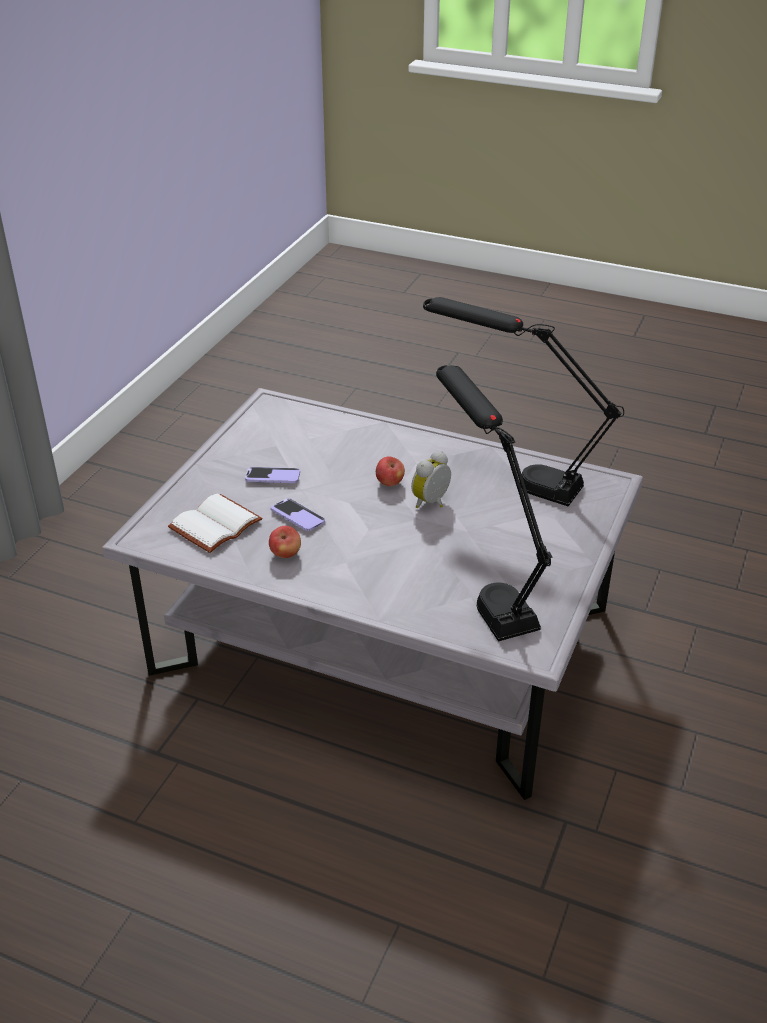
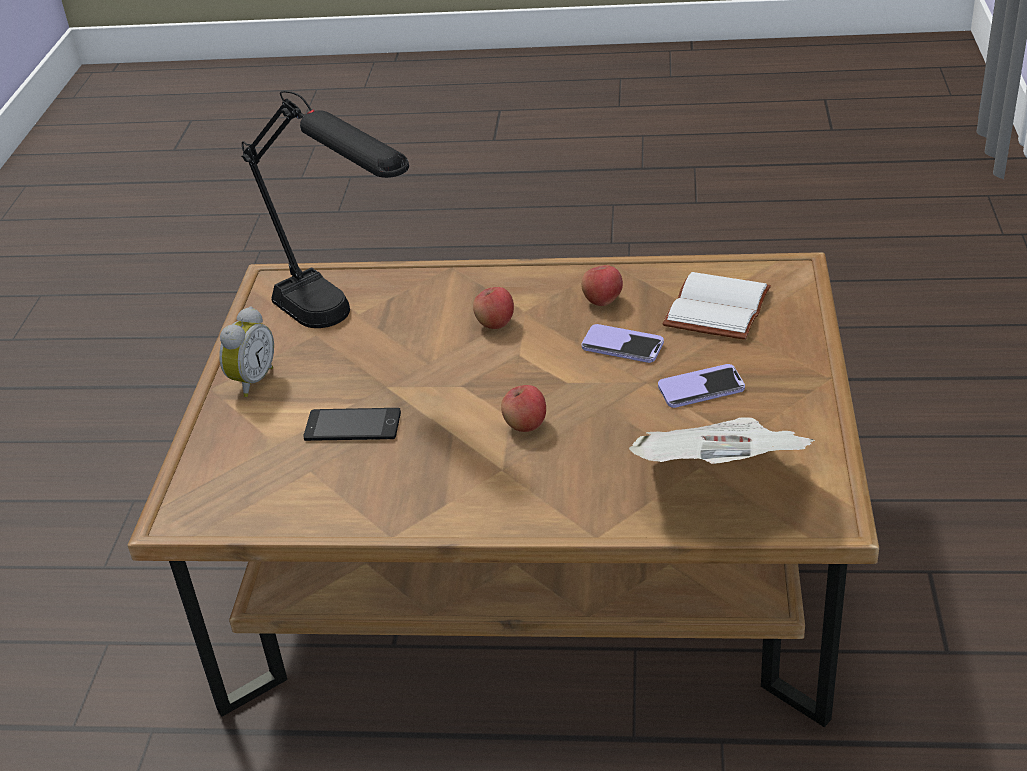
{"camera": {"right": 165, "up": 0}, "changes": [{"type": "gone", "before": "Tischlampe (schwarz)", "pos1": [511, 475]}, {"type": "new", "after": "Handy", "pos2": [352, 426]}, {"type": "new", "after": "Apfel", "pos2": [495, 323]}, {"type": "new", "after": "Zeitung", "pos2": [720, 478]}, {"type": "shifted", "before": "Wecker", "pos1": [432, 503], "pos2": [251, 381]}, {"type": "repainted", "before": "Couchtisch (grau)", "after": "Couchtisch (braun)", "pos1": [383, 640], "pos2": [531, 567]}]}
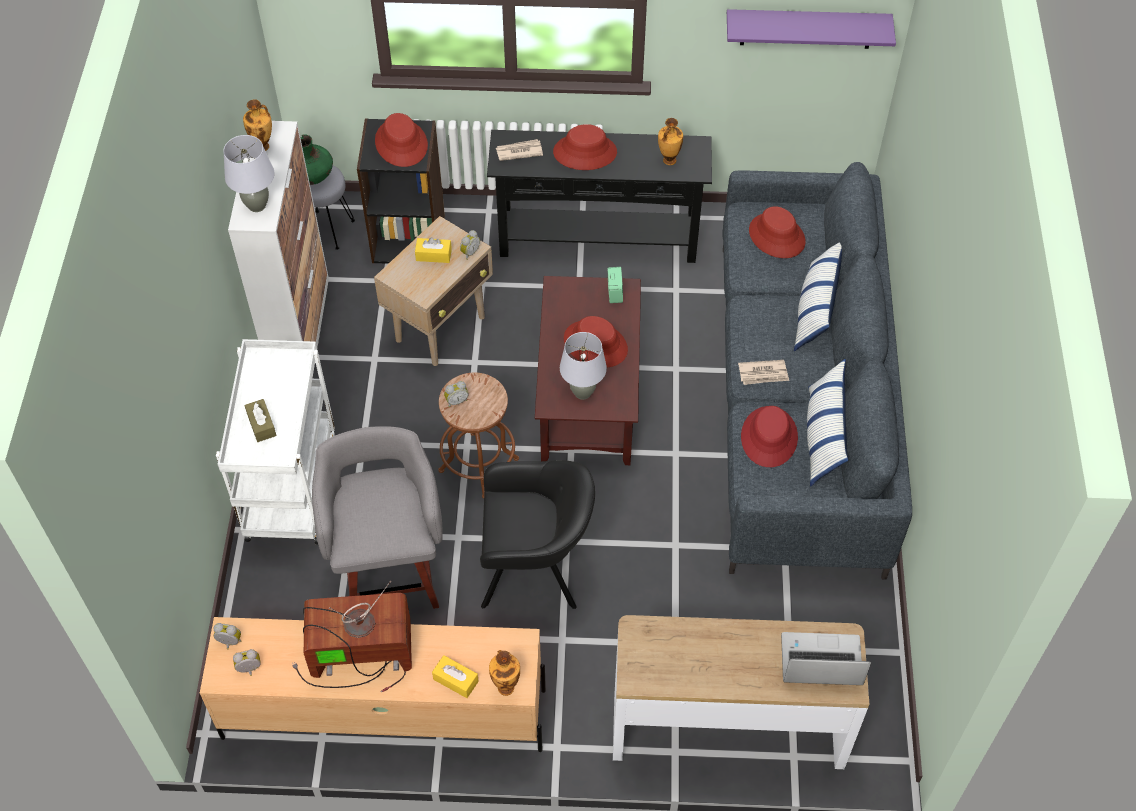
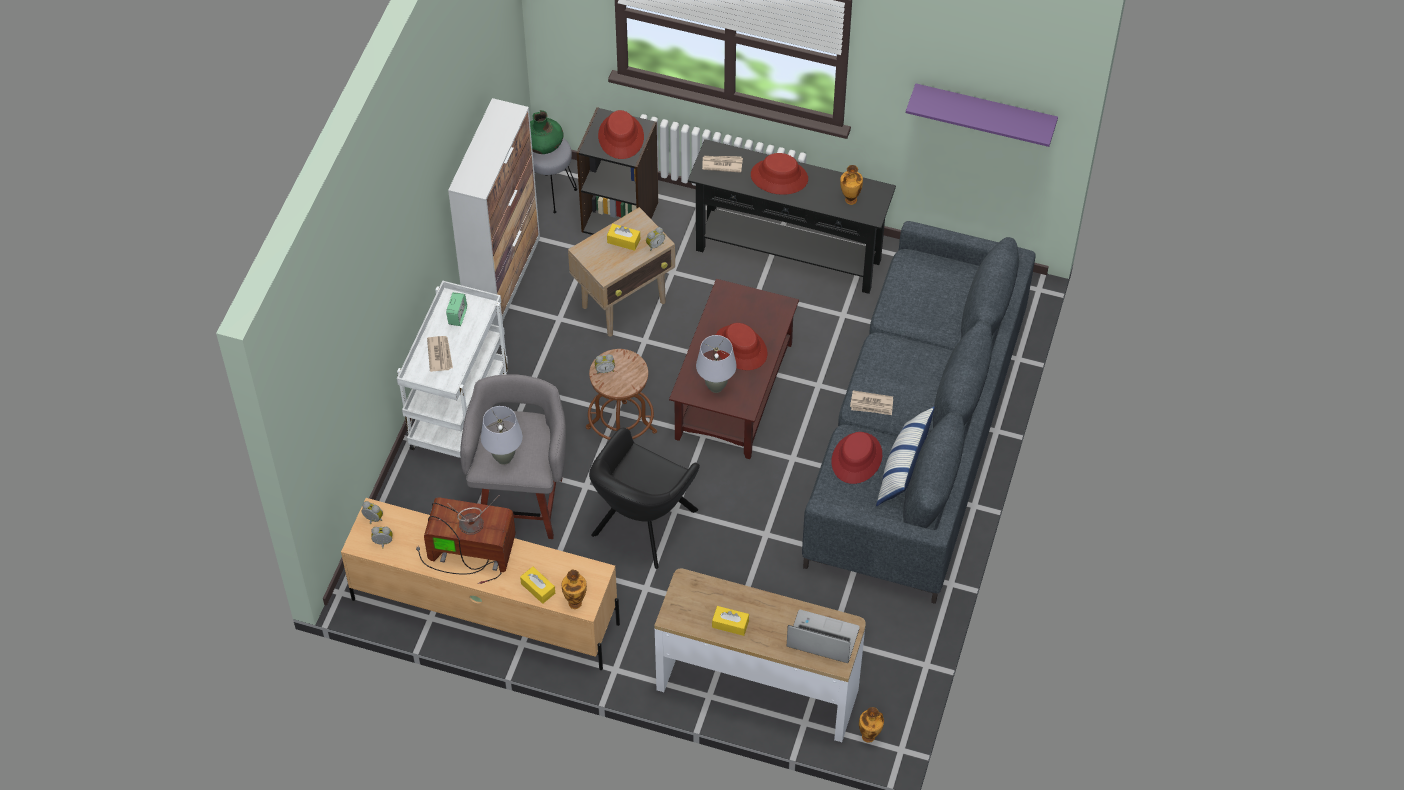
{"camera": {"right": 15, "up": 0}, "changes": [{"type": "gone", "before": "Hut (rot)", "pos1": [776, 236]}, {"type": "gone", "before": "Kissen", "pos1": [815, 309]}, {"type": "new", "after": "Taschentuchbox (gelb)", "pos2": [730, 624]}, {"type": "shifted", "before": "Tischlampe (grau)", "pos1": [257, 206], "pos2": [504, 458]}, {"type": "shifted", "before": "Vase", "pos1": [263, 146], "pos2": [869, 737]}, {"type": "shifted", "before": "Wecker", "pos1": [614, 293], "pos2": [457, 316]}, {"type": "swapped", "before": "Taschentuchbox (braun)", "after": "Zeitung", "pos1": [261, 425], "pos2": [440, 354]}, {"type": "rotated", "before": "Sessel (schwarz)", "pos1": [535, 568], "pos2": [642, 526], "turn": 105}]}
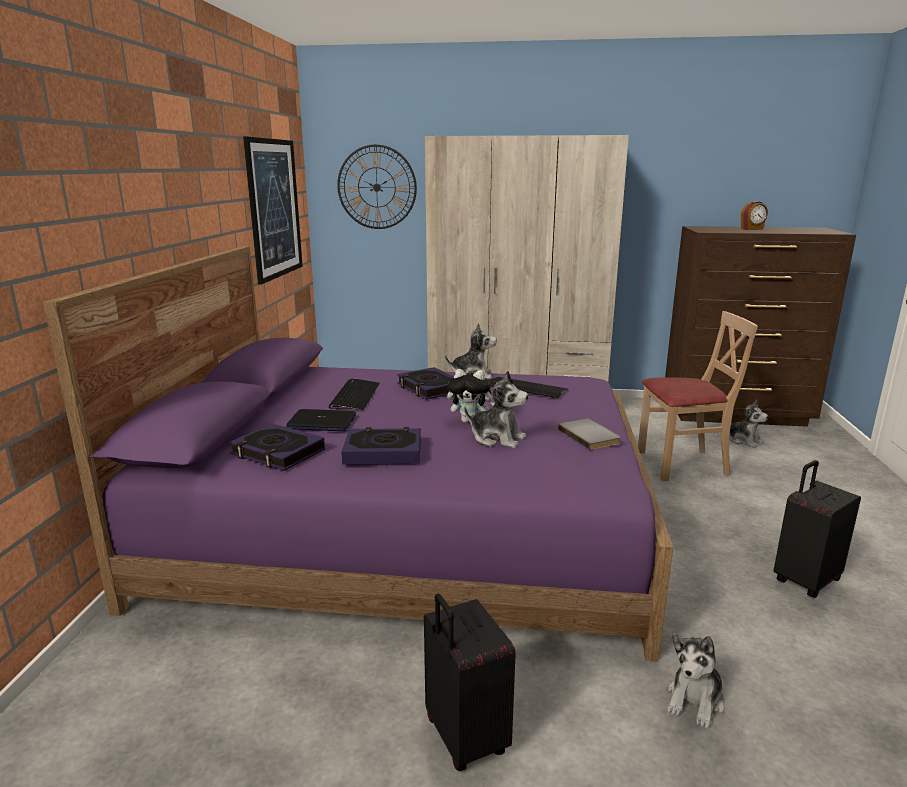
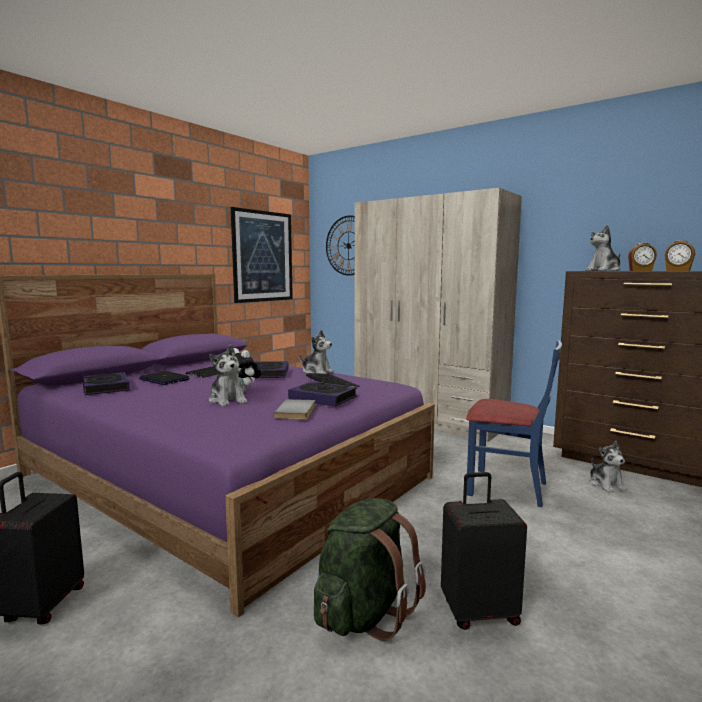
{"camera": {"right": 30, "up": -10}, "changes": [{"type": "new", "after": "Rucksack (grün)", "pos2": [364, 613]}, {"type": "new", "after": "Wecker", "pos2": [678, 270]}, {"type": "shifted", "before": "Buch", "pos1": [383, 452], "pos2": [323, 398]}, {"type": "shifted", "before": "Plüschtier", "pos1": [695, 700], "pos2": [604, 270]}, {"type": "repainted", "before": "Stuhl (beige)", "after": "Stuhl (blau)", "pos1": [682, 464], "pos2": [507, 488]}]}
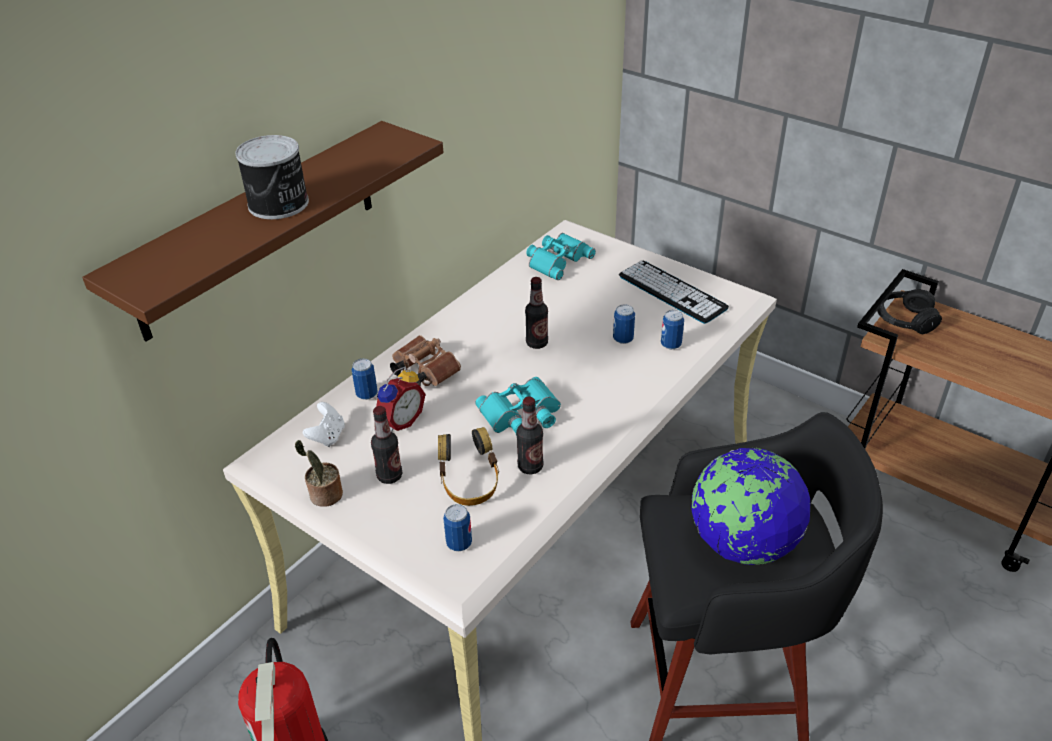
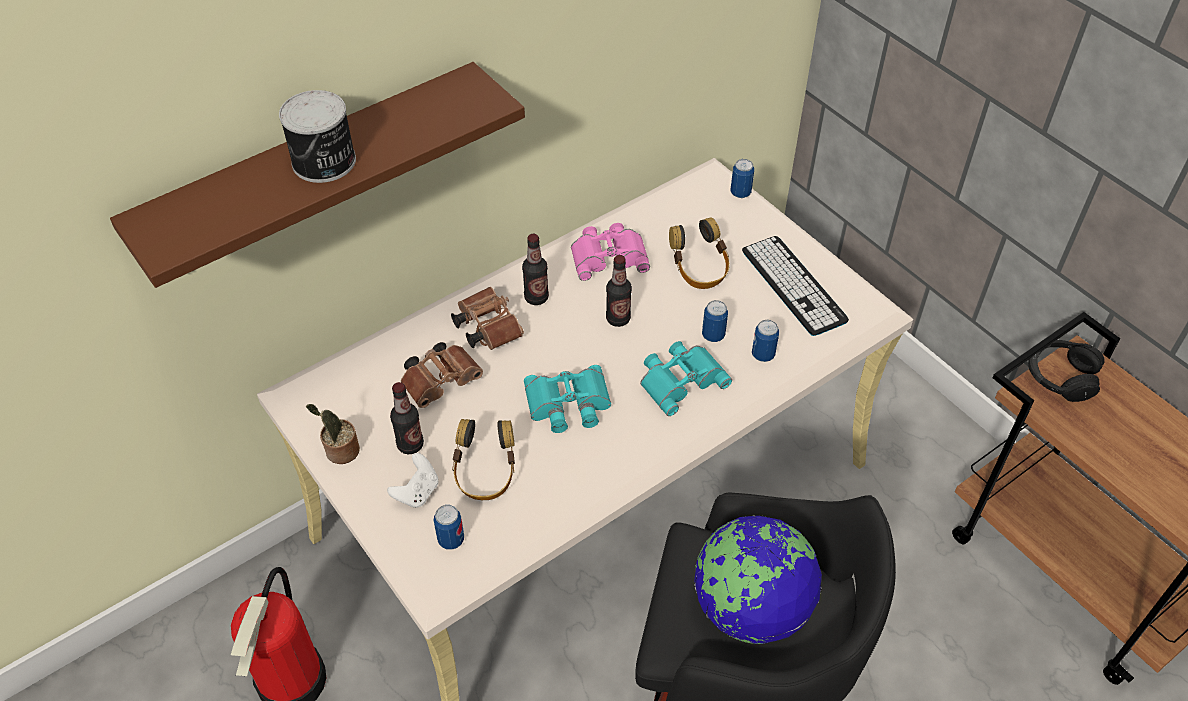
{"camera": {"right": 15, "up": 10}, "changes": [{"type": "new", "after": "Fernglas (rosa)", "pos2": [608, 255]}, {"type": "new", "after": "Kopfhörer", "pos2": [699, 270]}, {"type": "shifted", "before": "Gamepad (weiß)", "pos1": [327, 436], "pos2": [417, 492]}, {"type": "shifted", "before": "Dose", "pos1": [367, 394], "pos2": [740, 193]}, {"type": "shifted", "before": "Flasche", "pos1": [530, 467], "pos2": [536, 298]}, {"type": "shifted", "before": "Fernglas (türkis)", "pos1": [556, 260], "pos2": [680, 379]}, {"type": "swapped", "before": "Wecker", "after": "Fernglas (braun)", "pos1": [400, 420], "pos2": [443, 381]}]}
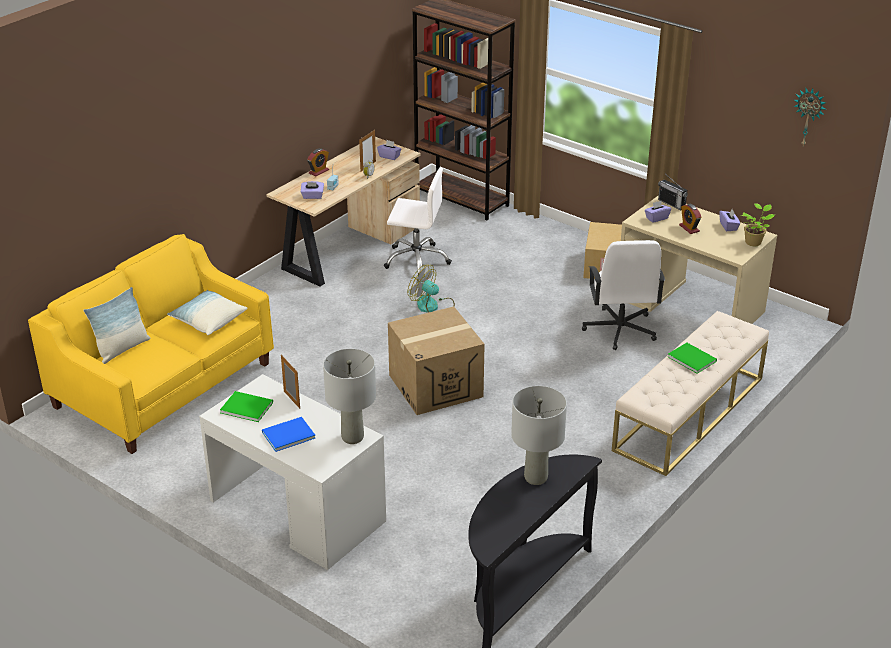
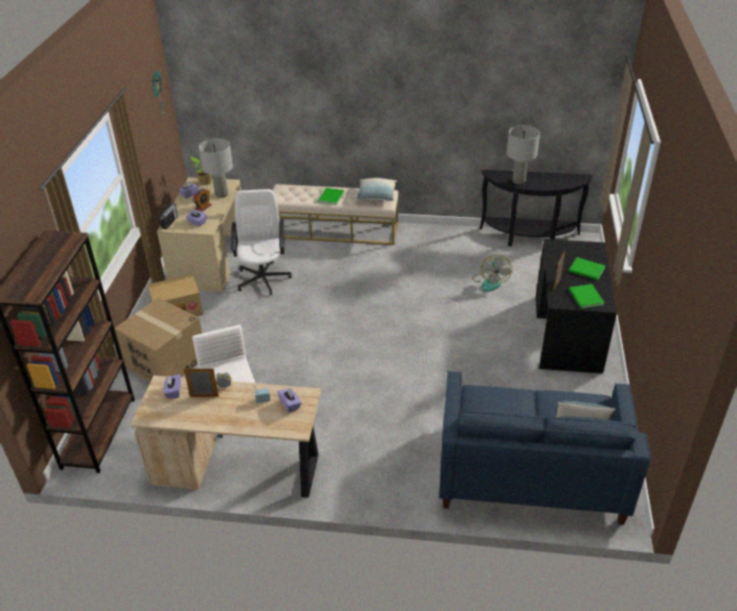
{"camera": {"right": -120, "up": 5}, "changes": [{"type": "gone", "before": "Wecker", "pos1": [318, 171]}, {"type": "shifted", "before": "Kissen", "pos1": [208, 321], "pos2": [376, 196]}, {"type": "shifted", "before": "Tischlampe (grau)", "pos1": [352, 437], "pos2": [221, 194]}, {"type": "shifted", "before": "Karton", "pos1": [435, 385], "pos2": [165, 362]}, {"type": "shifted", "before": "Ventilator", "pos1": [432, 307], "pos2": [490, 282]}, {"type": "repainted", "before": "Sofa (gelb)", "after": "Sofa (blau)", "pos1": [163, 385], "pos2": [530, 471]}, {"type": "repainted", "before": "Schreibtisch (weiß)", "after": "Schreibtisch (schwarz)", "pos1": [297, 511], "pos2": [567, 333]}, {"type": "repainted", "before": "Buch (blau)", "after": "Buch (grün)", "pos1": [286, 435], "pos2": [587, 270]}, {"type": "rotated", "before": "Bürostuhl (weiß)", "pos1": [620, 330], "pos2": [263, 278], "turn": -60}]}
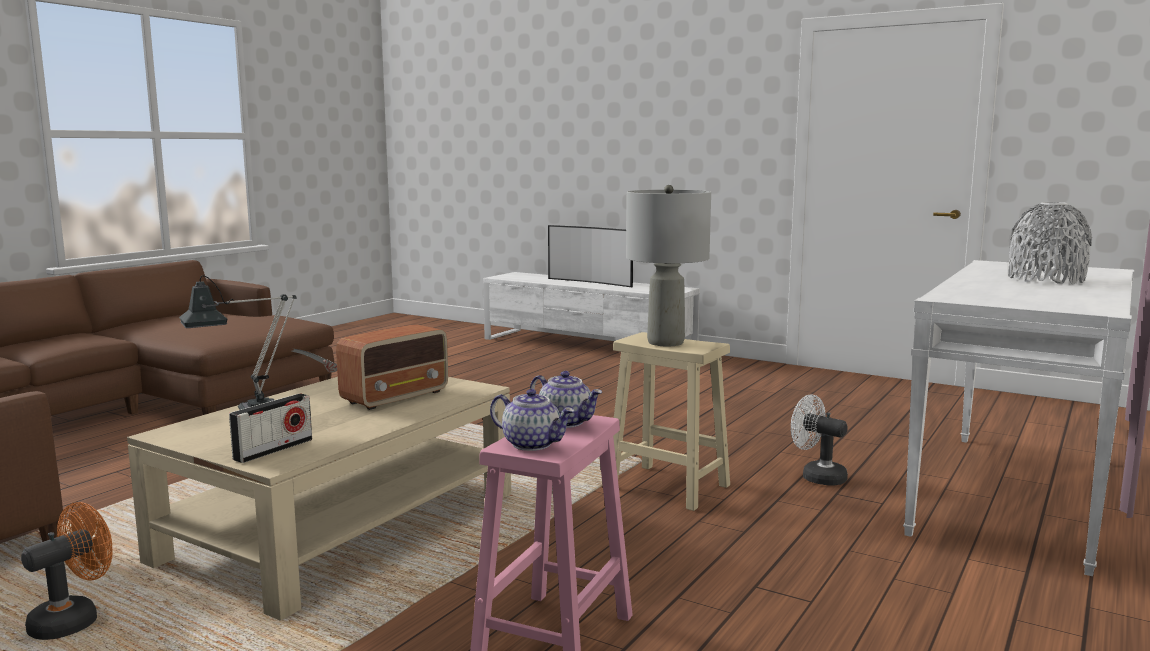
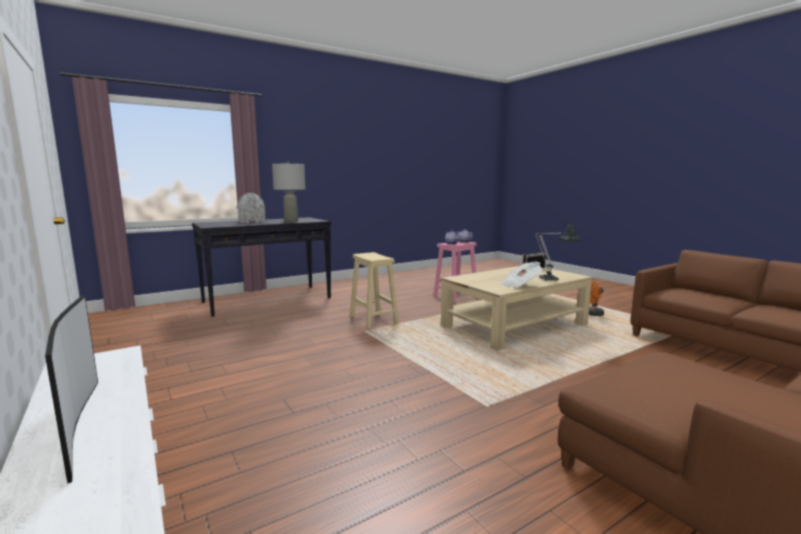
{"camera": {"right": -155, "up": 0}, "changes": [{"type": "gone", "before": "Radio", "pos1": [396, 397]}, {"type": "gone", "before": "Ventilator (weiß)", "pos1": [817, 477]}, {"type": "shifted", "before": "Tischlampe (grau)", "pos1": [666, 342], "pos2": [291, 221]}, {"type": "repainted", "before": "Konsolentisch (weiß)", "after": "Konsolentisch (schwarz)", "pos1": [1015, 496], "pos2": [268, 300]}]}
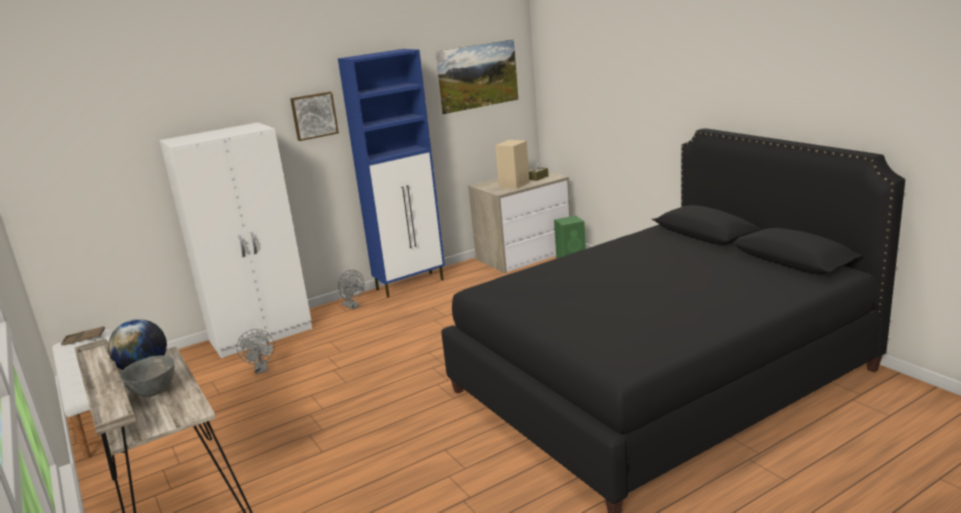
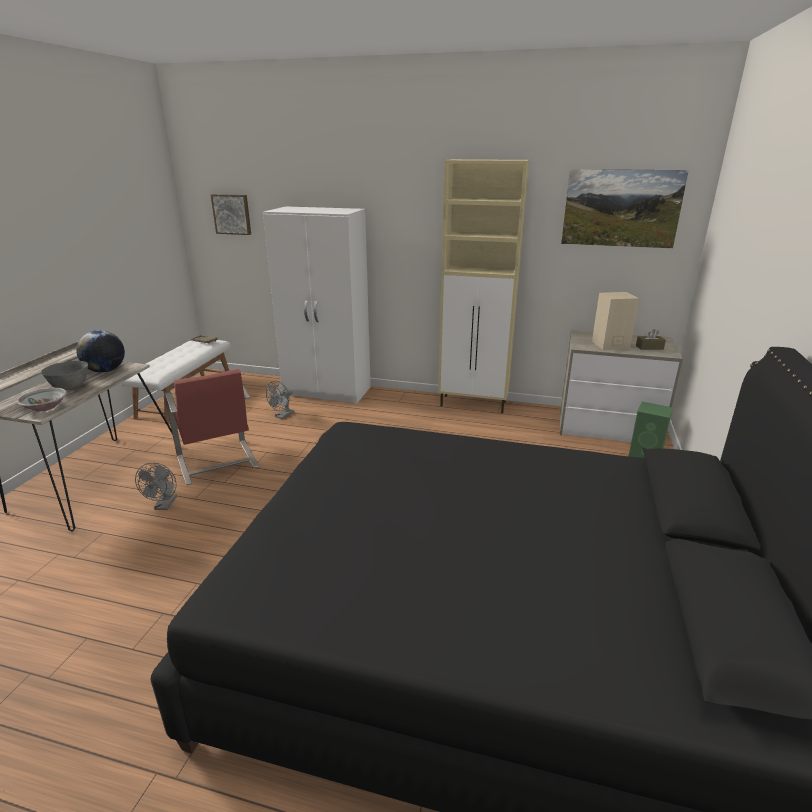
{"camera": {"right": 45, "up": 5}, "changes": [{"type": "new", "after": "Schüssel", "pos2": [46, 407]}, {"type": "new", "after": "Stuhl (rot)", "pos2": [217, 463]}, {"type": "shifted", "before": "Bild", "pos1": [314, 115], "pos2": [232, 214]}, {"type": "shifted", "before": "Ventilator (grau)", "pos1": [353, 306], "pos2": [164, 506]}, {"type": "repainted", "before": "Schrank (blau)", "after": "Schrank (beige)", "pos1": [411, 284], "pos2": [474, 404]}]}
